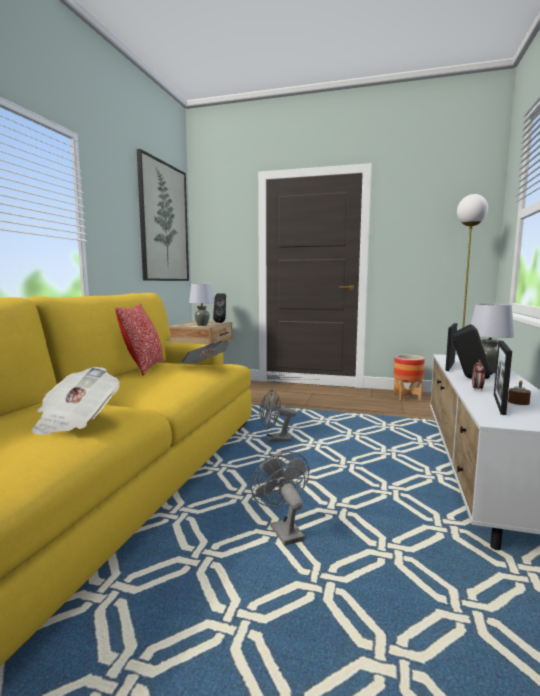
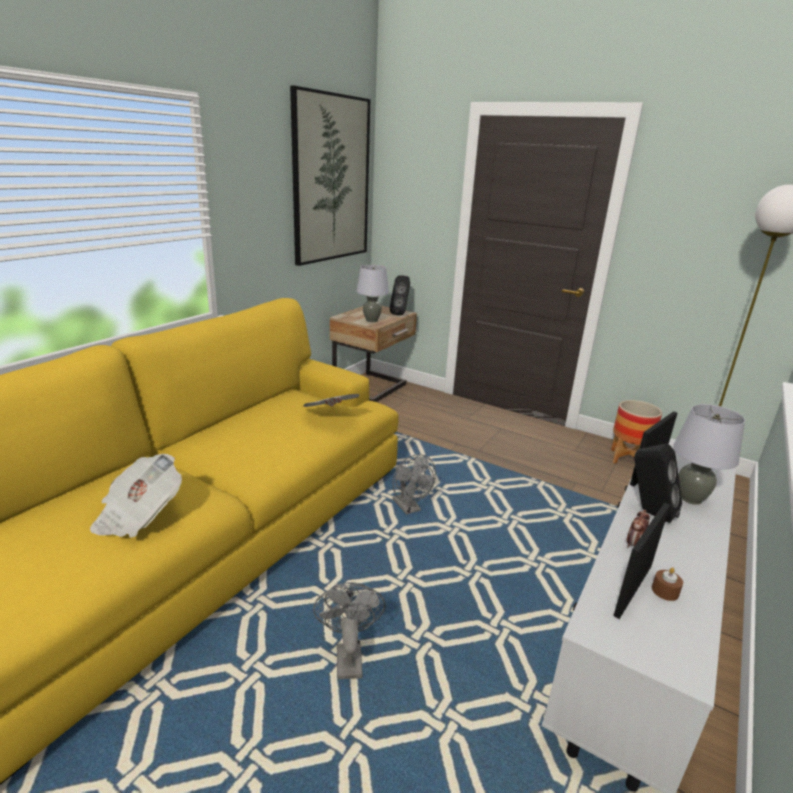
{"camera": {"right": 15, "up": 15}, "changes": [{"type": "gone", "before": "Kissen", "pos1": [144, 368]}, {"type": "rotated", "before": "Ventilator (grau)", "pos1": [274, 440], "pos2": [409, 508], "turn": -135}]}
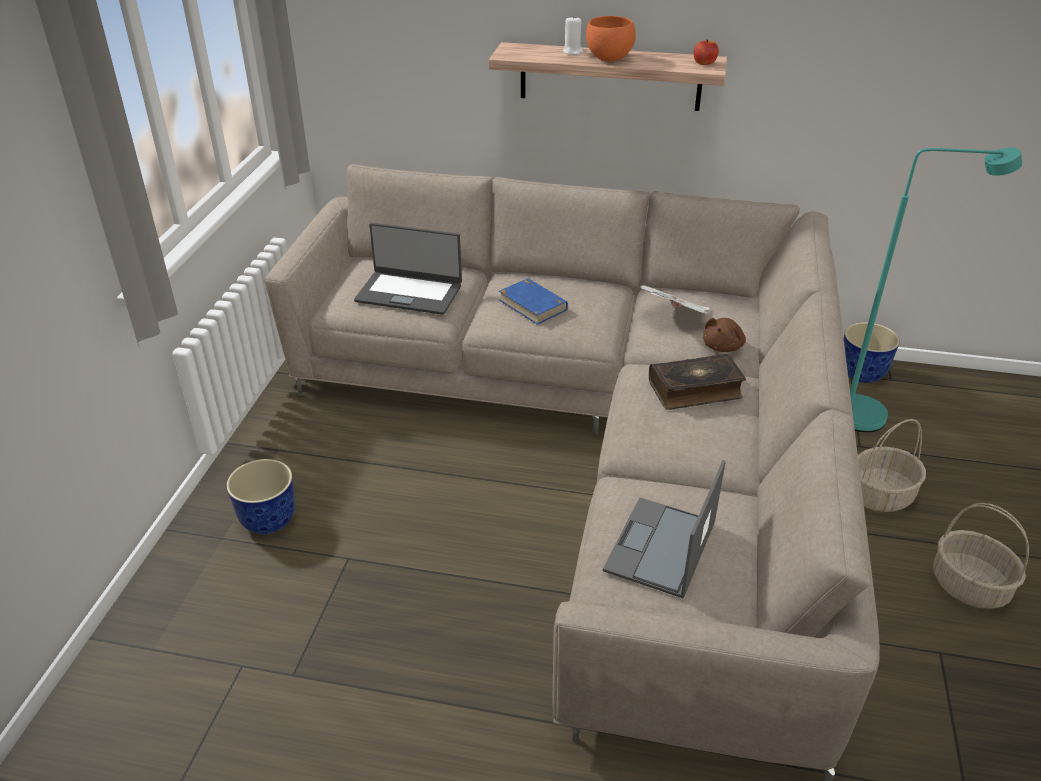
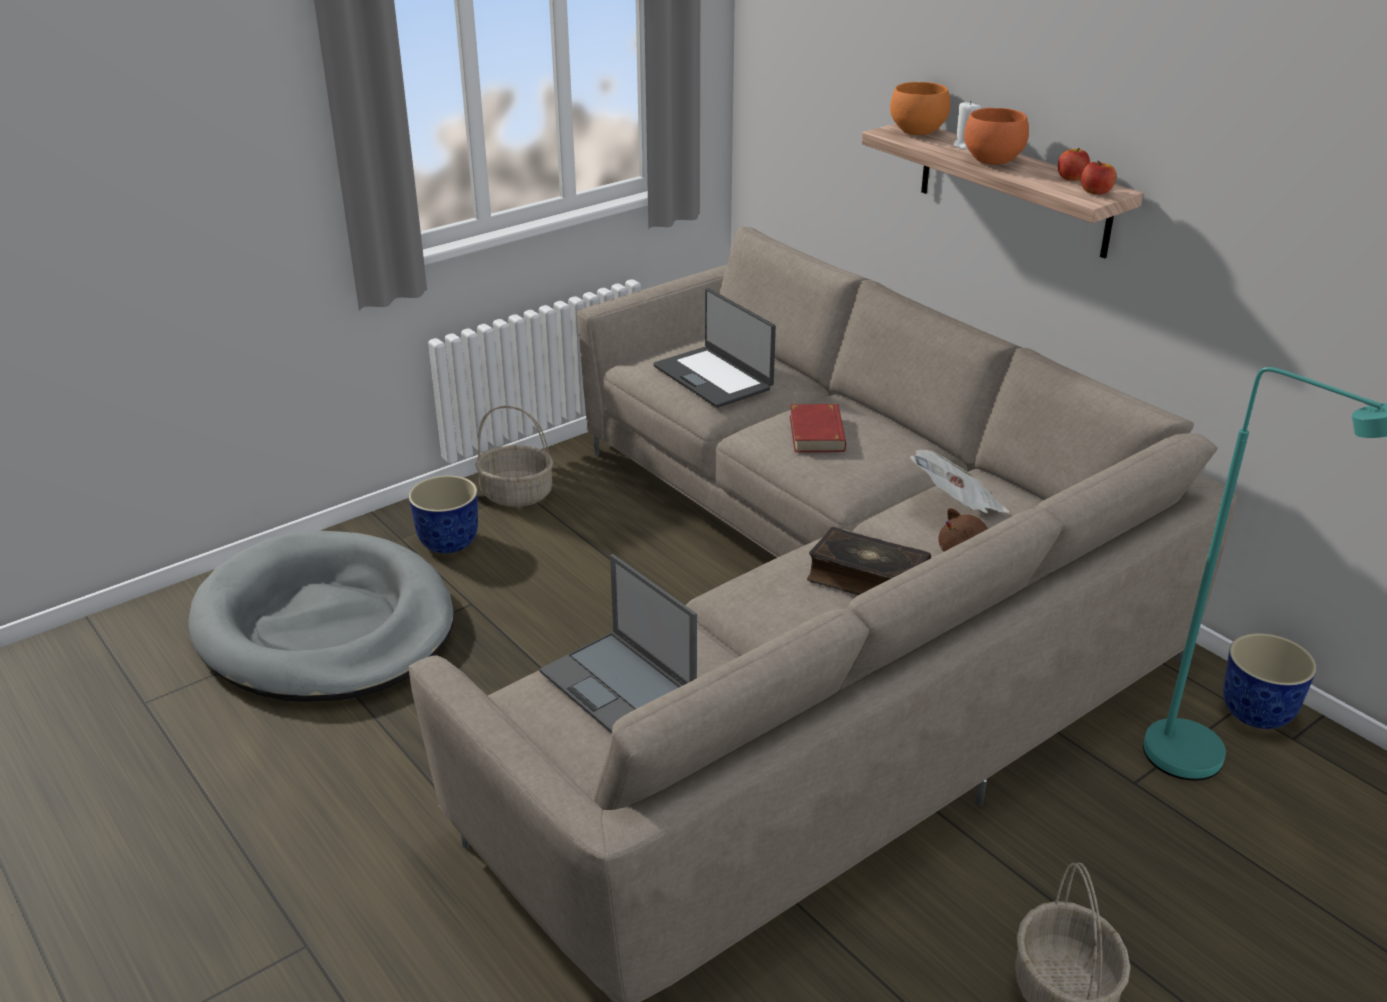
{"camera": {"right": 40, "up": -5}, "changes": [{"type": "new", "after": "Hundebett (grau)", "pos2": [326, 626]}, {"type": "new", "after": "Schüssel (orange)", "pos2": [916, 132]}, {"type": "new", "after": "Apfel", "pos2": [1071, 178]}, {"type": "shifted", "before": "Korb", "pos1": [880, 496], "pos2": [516, 495]}, {"type": "repainted", "before": "Buch (blau)", "after": "Buch (rot)", "pos1": [533, 305], "pos2": [817, 433]}, {"type": "rotated", "before": "Laptop", "pos1": [660, 548], "pos2": [619, 684], "turn": -105}]}
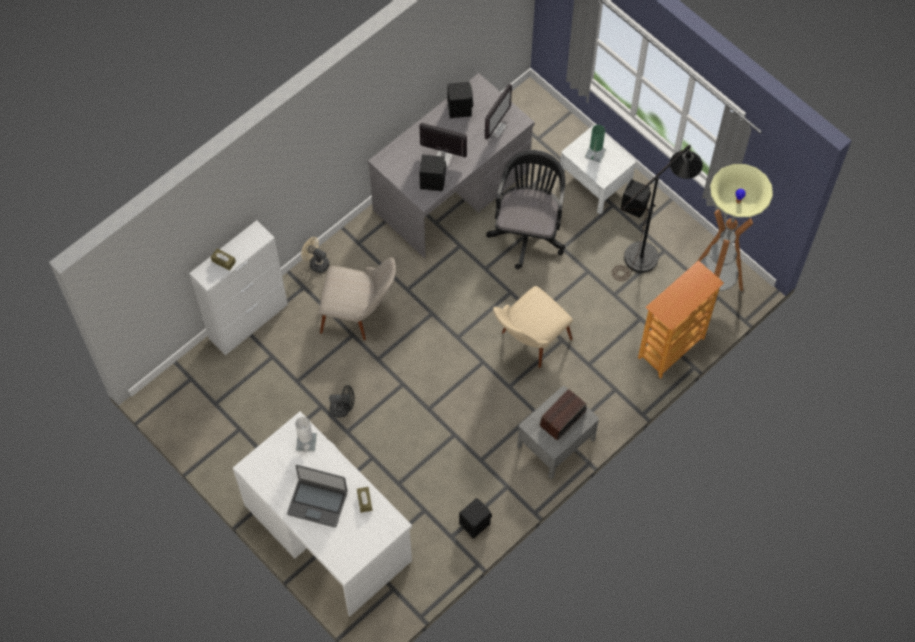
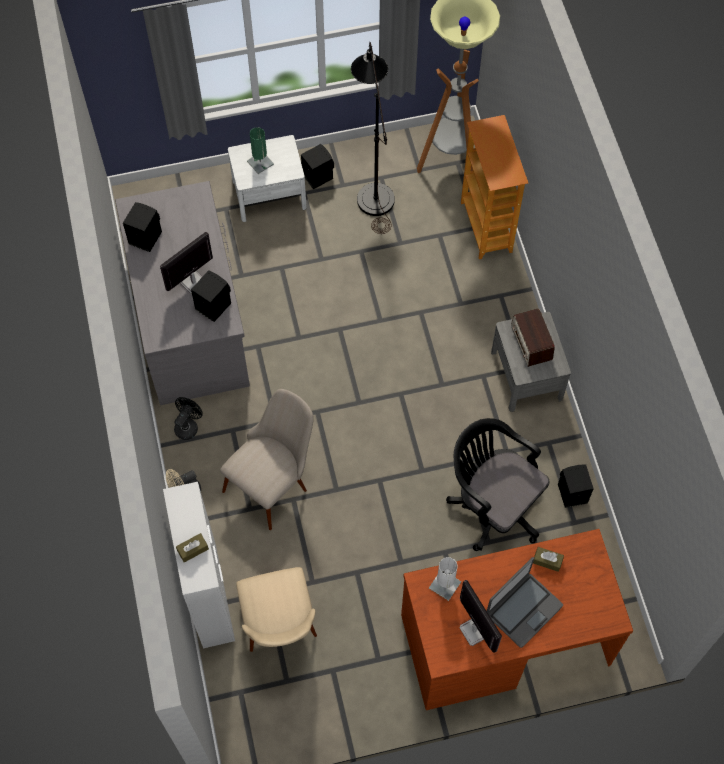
{"camera": {"right": -60, "up": 0}, "changes": [{"type": "shifted", "before": "Ventilator (schwarz)", "pos1": [343, 408], "pos2": [188, 426]}, {"type": "shifted", "before": "Monitor", "pos1": [495, 127], "pos2": [474, 630]}, {"type": "shifted", "before": "Bürostuhl (schwarz)", "pos1": [528, 231], "pos2": [492, 505]}, {"type": "shifted", "before": "Stuhl (beige)", "pos1": [528, 343], "pos2": [280, 630]}, {"type": "repainted", "before": "Schreibtisch (weiß)", "after": "Schreibtisch (braun)", "pos1": [328, 531], "pos2": [503, 638]}]}
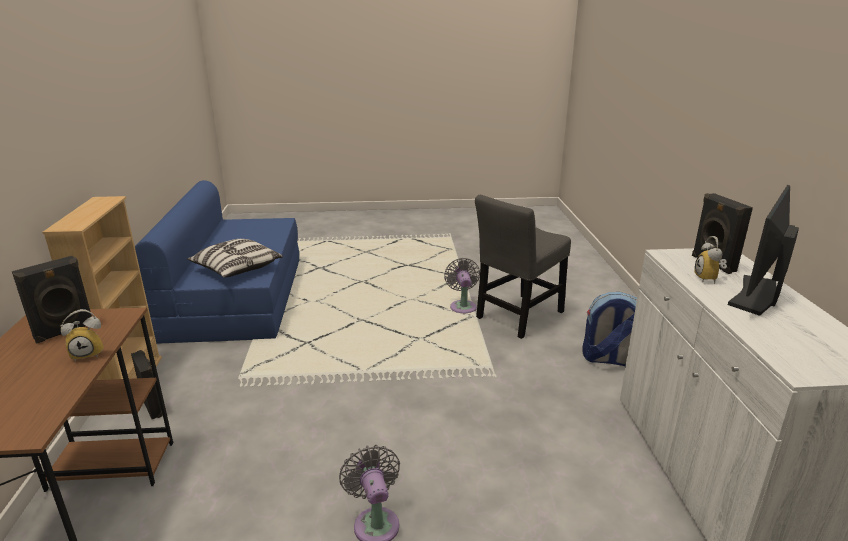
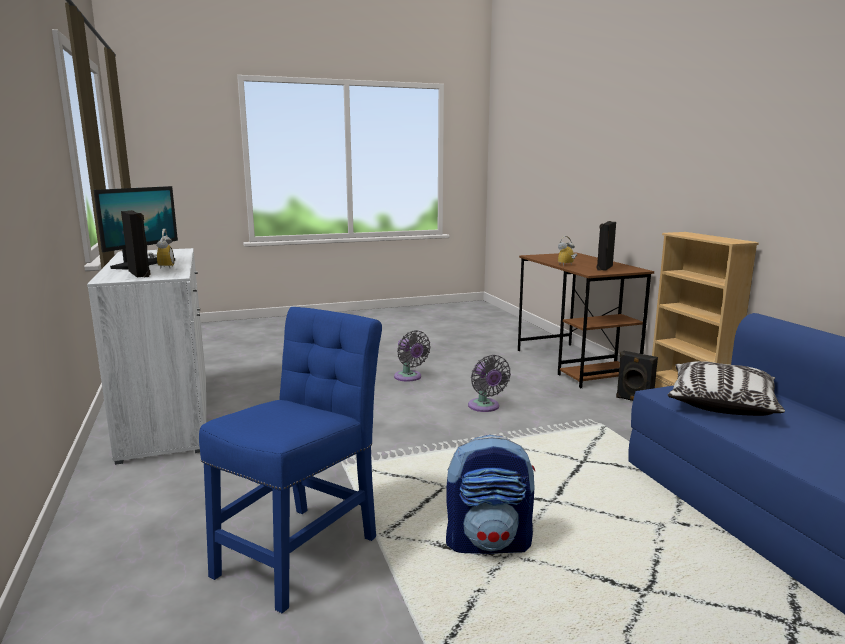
{"camera": {"right": 165, "up": -10}, "changes": [{"type": "shifted", "before": "Ventilator (grau)", "pos1": [462, 306], "pos2": [485, 407]}, {"type": "shifted", "before": "Rucksack", "pos1": [608, 359], "pos2": [489, 543]}, {"type": "repainted", "before": "Stuhl (grau)", "after": "Stuhl (blau)", "pos1": [518, 317], "pos2": [302, 550]}]}
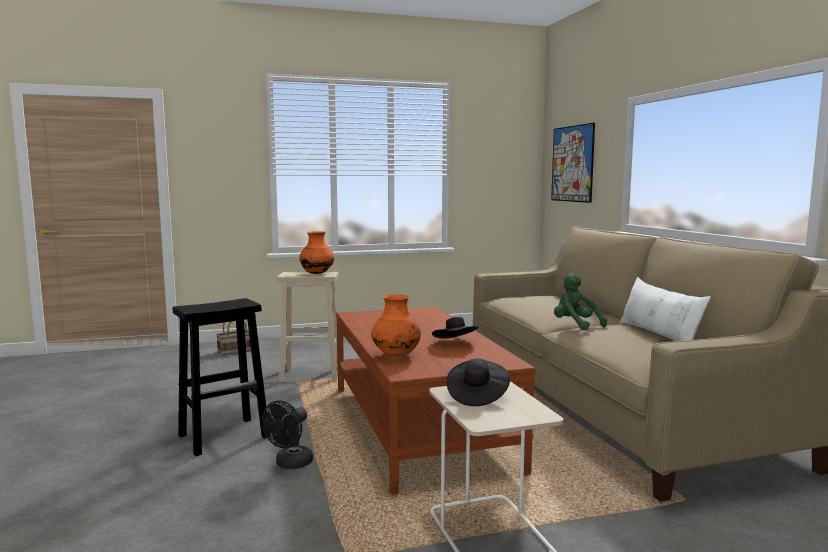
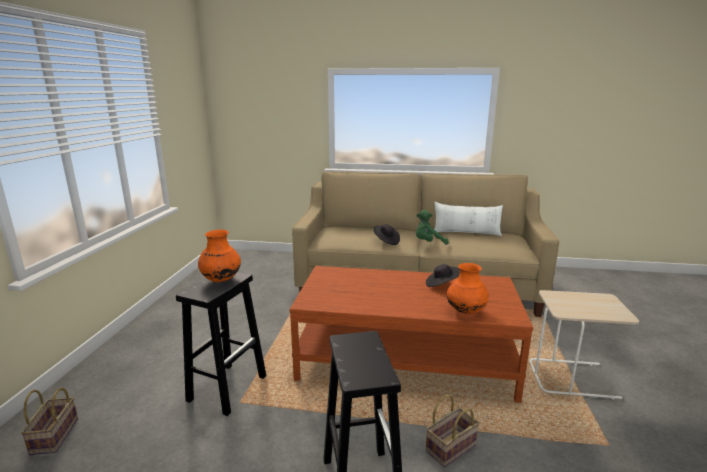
{"camera": {"right": -65, "up": 10}, "changes": [{"type": "gone", "before": "Bild", "pos1": [572, 164]}, {"type": "shifted", "before": "Hut (schwarz)", "pos1": [477, 396], "pos2": [386, 241]}, {"type": "swapped", "before": "Ventilator (schwarz)", "after": "Korb", "pos1": [290, 464], "pos2": [451, 446]}, {"type": "repainted", "before": "Hocker (beige)", "after": "Hocker (schwarz)", "pos1": [312, 374], "pos2": [228, 387]}]}
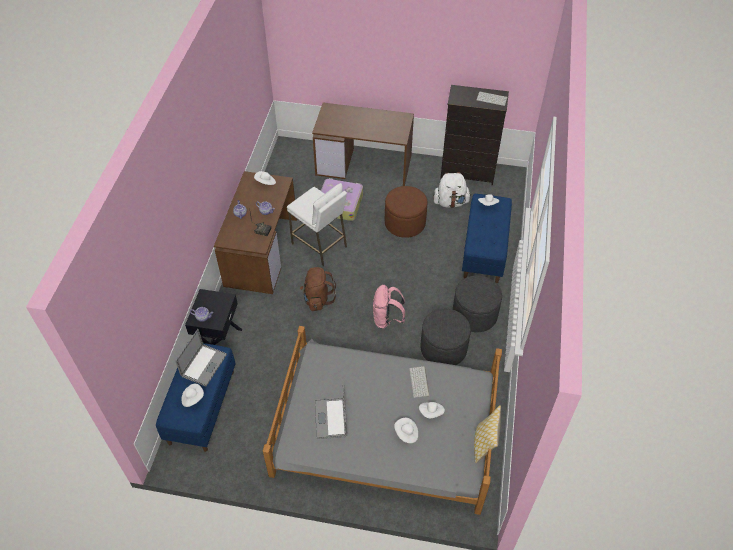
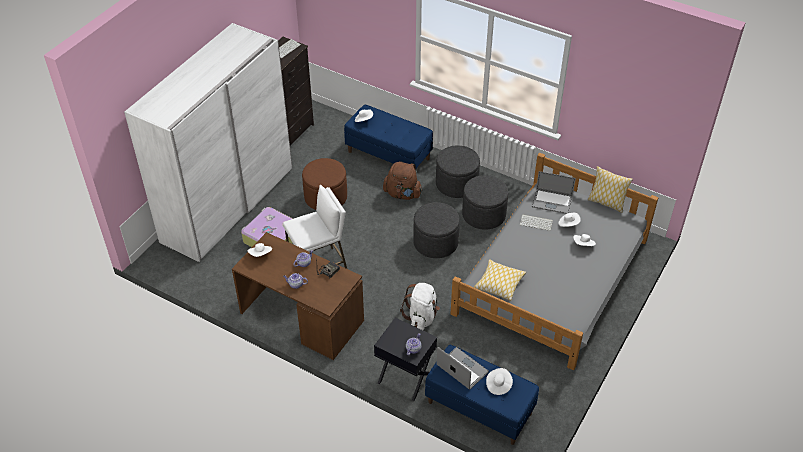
{"camera": {"right": -70, "up": -5}, "changes": [{"type": "new", "after": "Kissen", "pos2": [499, 284]}, {"type": "shifted", "before": "Rucksack (braun)", "pos1": [317, 299], "pos2": [402, 194]}, {"type": "shifted", "before": "Laptop", "pos1": [331, 418], "pos2": [552, 201]}, {"type": "shifted", "before": "Rucksack (weiß)", "pos1": [450, 202], "pos2": [421, 317]}, {"type": "swapped", "before": "Schreibtisch (braun)", "after": "Kleiderschrank (weiß)", "pos1": [364, 165], "pos2": [228, 204]}, {"type": "swapped", "before": "Rucksack (rosa)", "after": "Polsterhocker (grau)", "pos1": [387, 319], "pos2": [435, 242]}]}
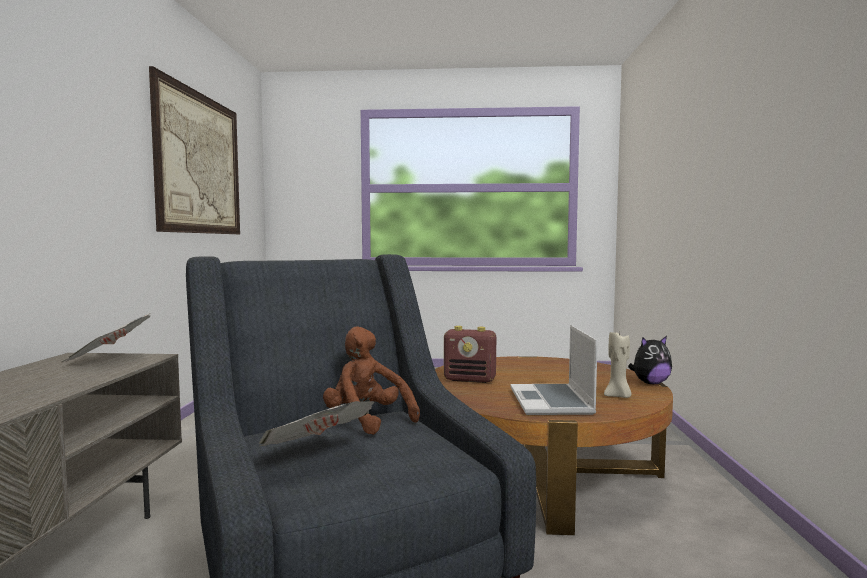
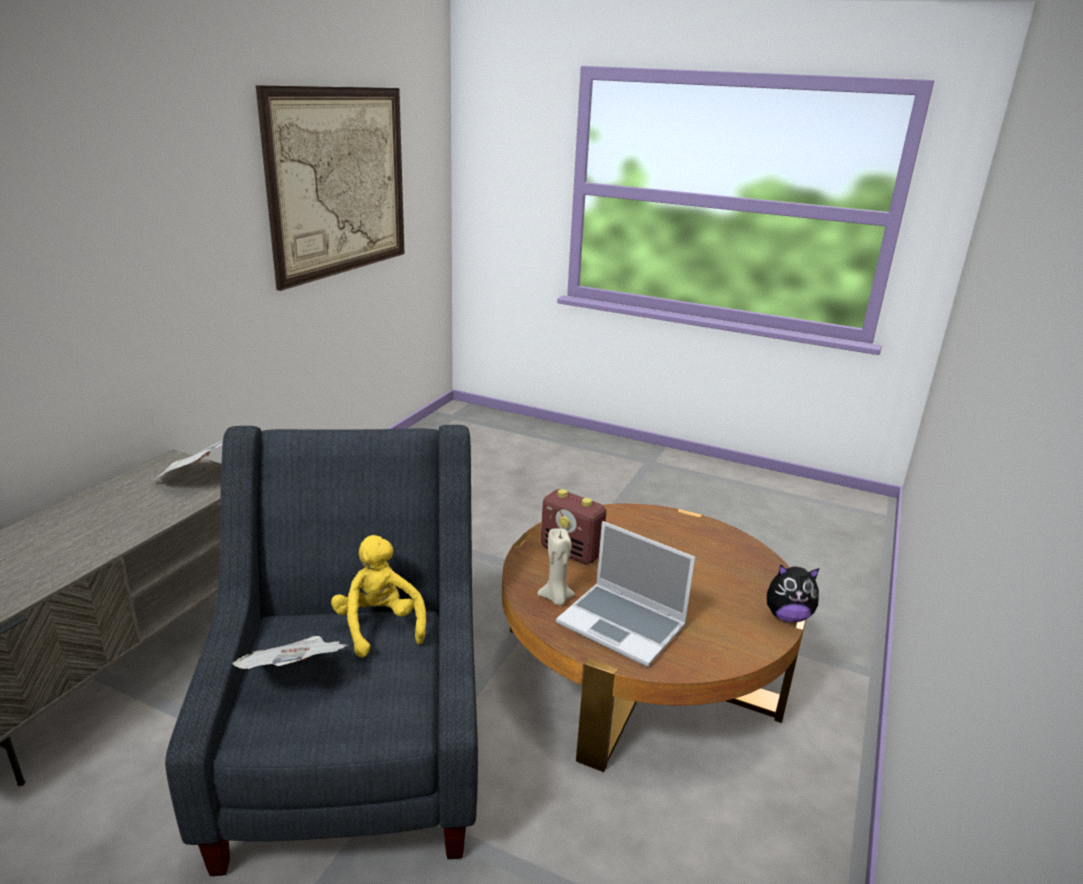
{"camera": {"right": 20, "up": 20}, "changes": [{"type": "shifted", "before": "Kerze (beige)", "pos1": [618, 396], "pos2": [556, 598]}, {"type": "repainted", "before": "Plüschtier (braun)", "after": "Plüschtier (gelb)", "pos1": [367, 420], "pos2": [379, 626]}, {"type": "rotated", "before": "Laptop", "pos1": [552, 402], "pos2": [623, 625], "turn": -75}]}
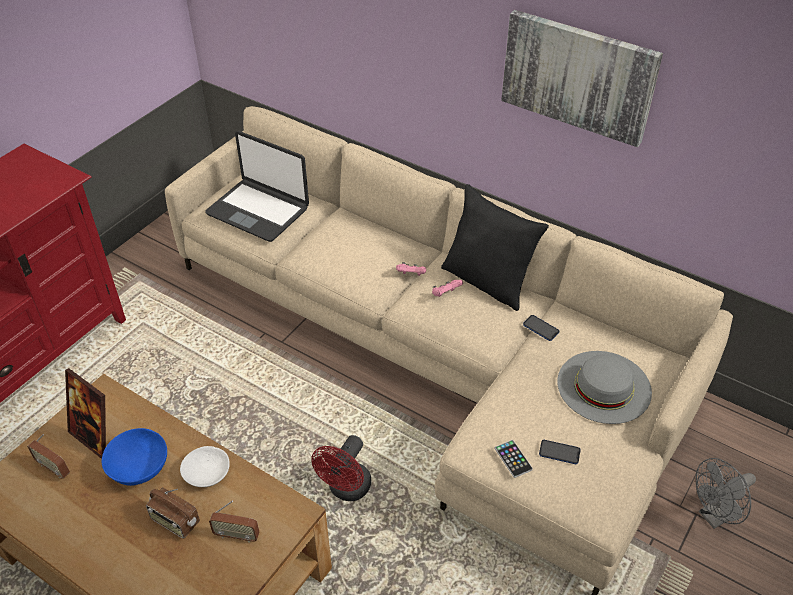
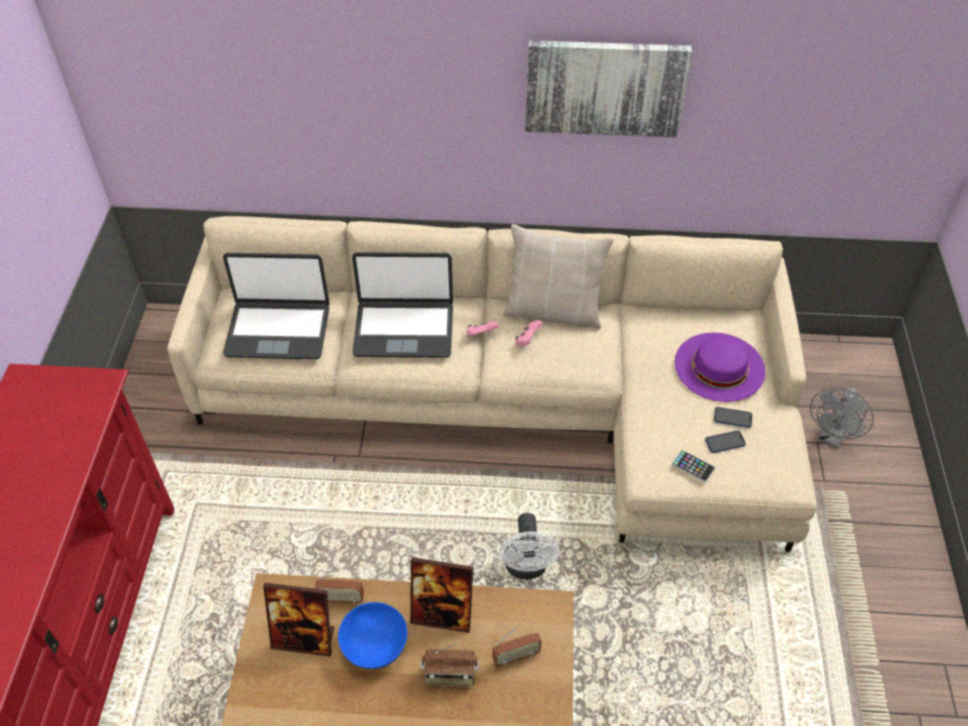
{"camera": {"right": -30, "up": 5}, "changes": [{"type": "new", "after": "Laptop", "pos2": [404, 329]}, {"type": "shifted", "before": "Radio", "pos1": [53, 468], "pos2": [341, 598]}, {"type": "shifted", "before": "Handy", "pos1": [541, 328], "pos2": [732, 418]}, {"type": "swapped", "before": "Schüssel (weiß)", "after": "Bilderrahmen", "pos1": [207, 472], "pos2": [442, 615]}, {"type": "repainted", "before": "Ventilator (rot)", "after": "Ventilator (weiß)", "pos1": [346, 490], "pos2": [526, 568]}, {"type": "repainted", "before": "Kissen (schwarz)", "after": "Kissen (beige)", "pos1": [488, 281], "pos2": [554, 310]}, {"type": "repainted", "before": "Hut (grau)", "after": "Hut (lila)", "pos1": [604, 386], "pos2": [719, 366]}]}
